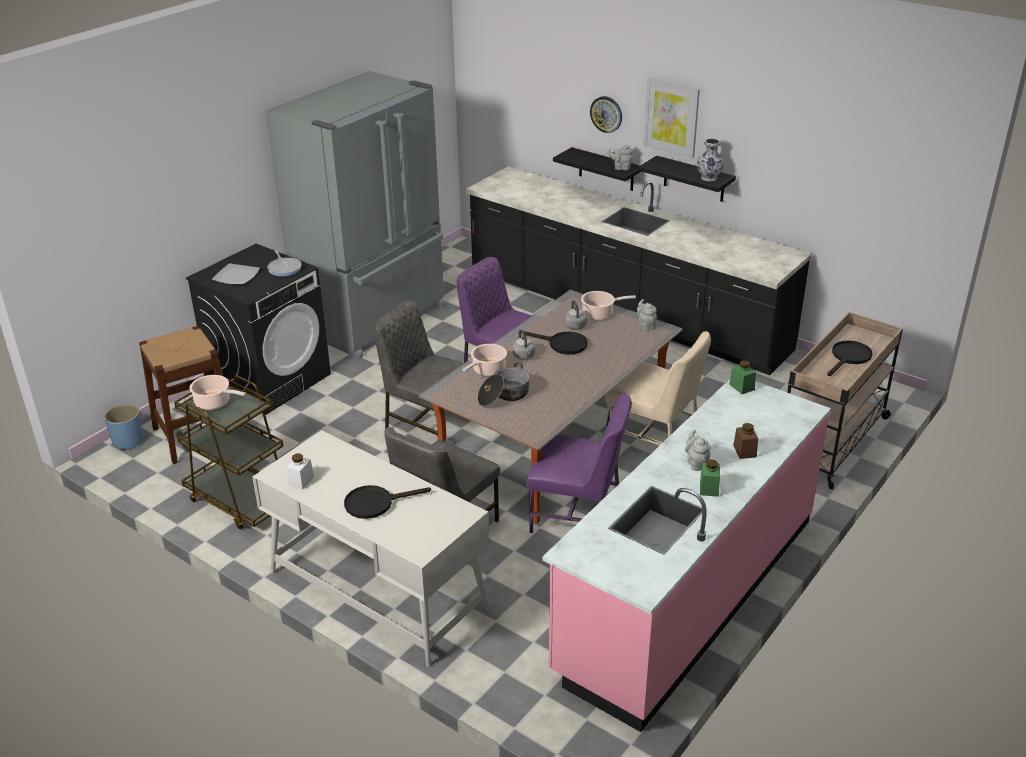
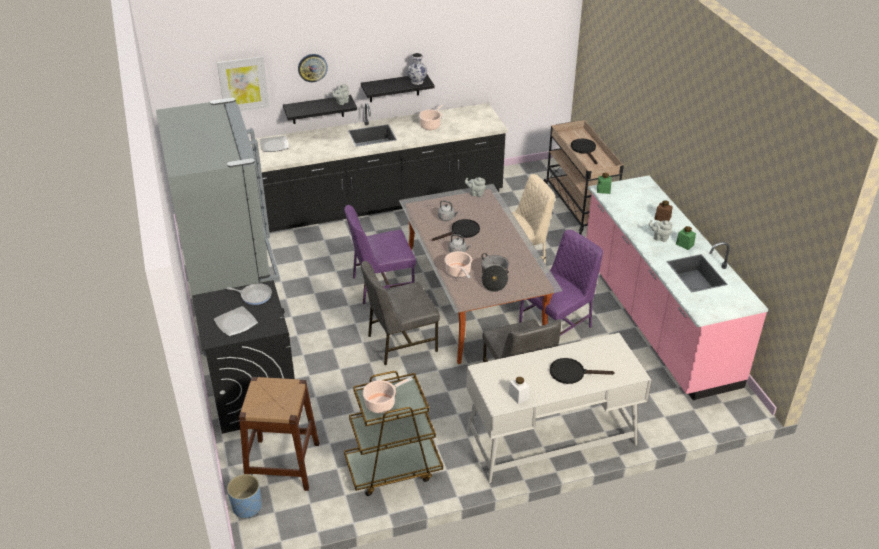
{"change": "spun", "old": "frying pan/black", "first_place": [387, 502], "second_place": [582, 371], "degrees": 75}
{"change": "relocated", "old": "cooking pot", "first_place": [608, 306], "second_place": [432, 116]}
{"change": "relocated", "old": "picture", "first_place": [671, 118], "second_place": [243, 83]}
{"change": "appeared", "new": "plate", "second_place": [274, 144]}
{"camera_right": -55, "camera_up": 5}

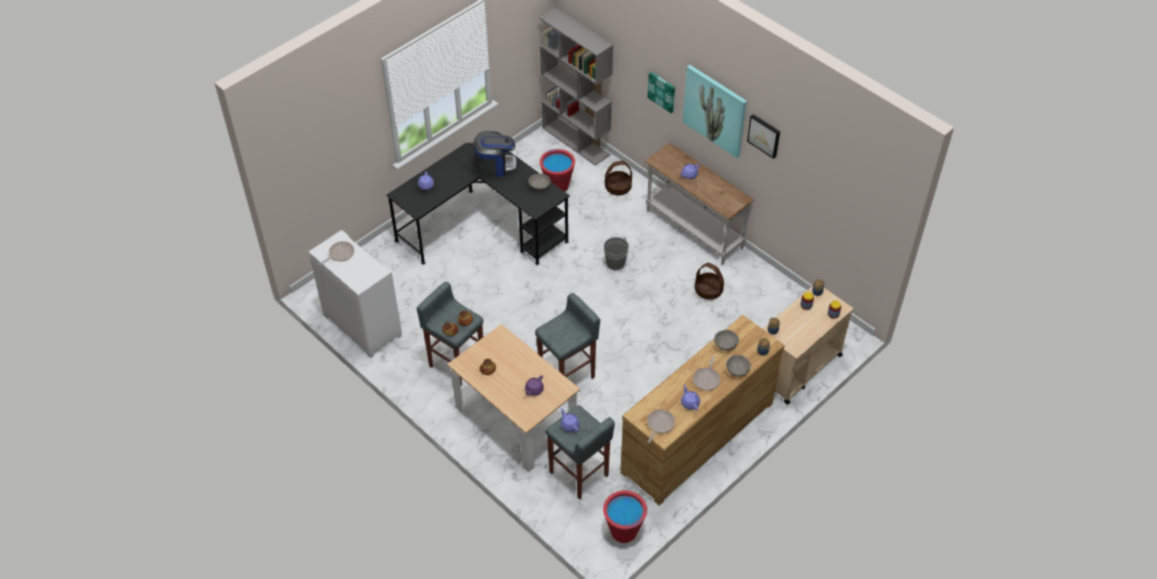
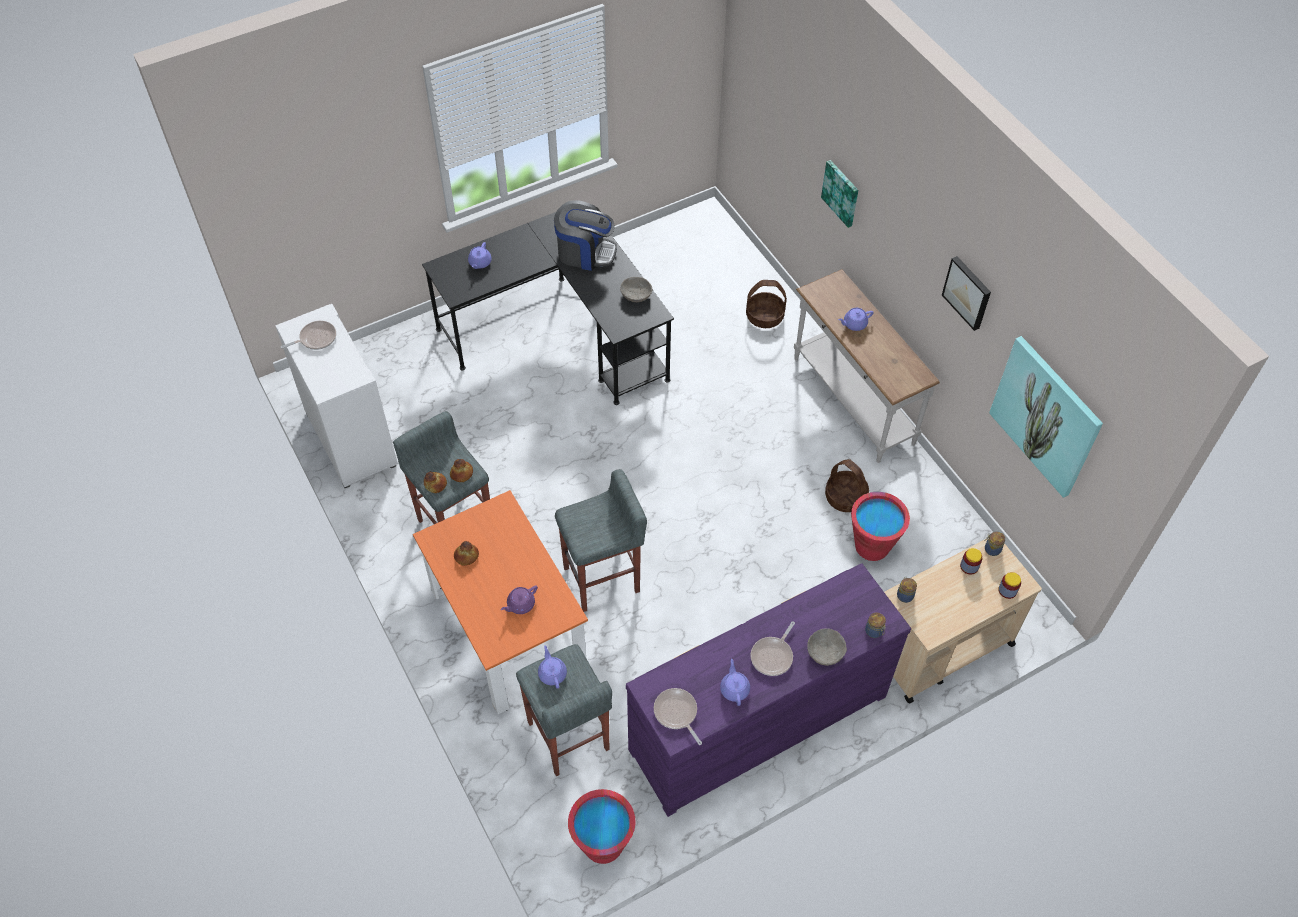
{"change": "colour", "old": "dining table/beige", "new": "dining table/orange", "first_place": [513, 398], "second_place": [500, 602]}
{"change": "missing", "old": "bookcase/grey", "first_place": [576, 87]}
{"change": "relocated", "old": "bucket/red", "first_place": [557, 170], "second_place": [880, 526]}
{"change": "missing", "old": "bucket/grey", "first_place": [616, 253]}
{"change": "colour", "old": "dresser/brown", "new": "dresser/purple", "first_place": [702, 410], "second_place": [768, 690]}
{"change": "spun", "old": "frying pan", "first_place": [661, 426], "second_place": [678, 716], "degrees": -75}
{"change": "relocated", "old": "picture", "first_place": [714, 111], "second_place": [1046, 417]}
{"change": "missing", "old": "bowl/grey", "first_place": [726, 340]}
{"camera_right": 15, "camera_up": 5}

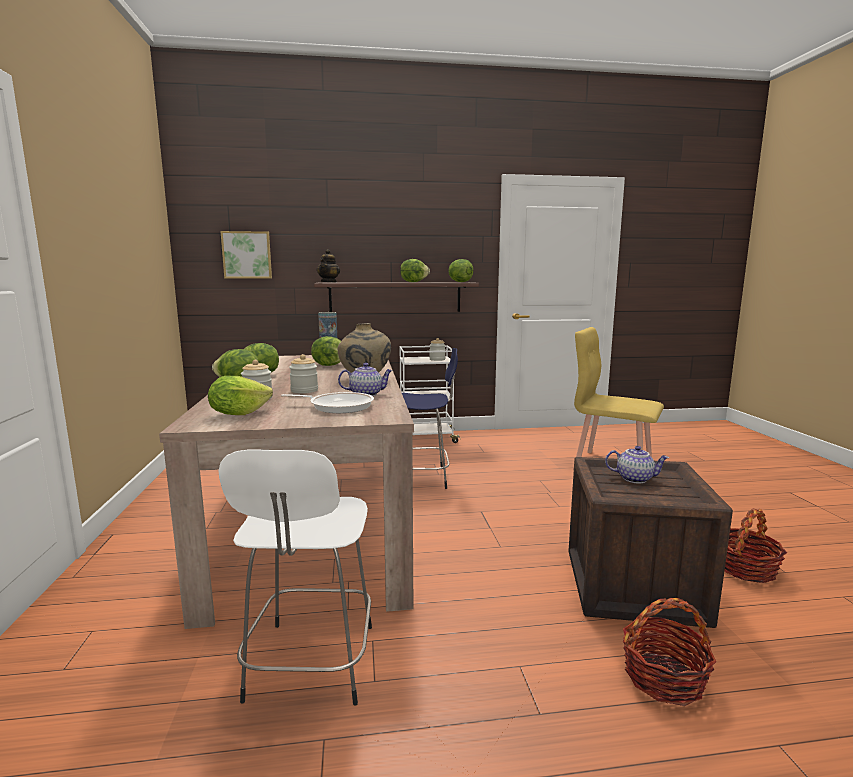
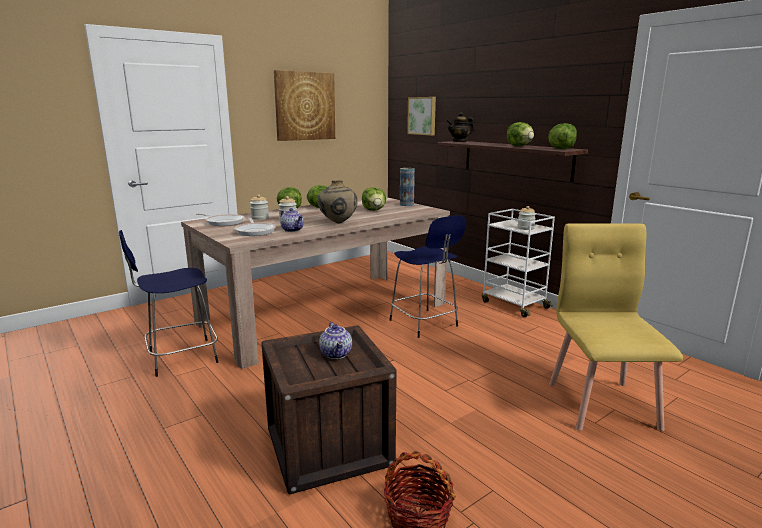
{"change": "exchanged", "old": "lettuce", "new": "frying pan", "first_place": [240, 395], "second_place": [220, 219]}
{"change": "colour", "old": "stool/white", "new": "stool/blue", "first_place": [295, 577], "second_place": [168, 303]}
{"change": "missing", "old": "basket", "first_place": [670, 652]}
{"change": "appeared", "new": "picture", "second_place": [304, 105]}
{"camera_right": 60, "camera_up": 5}

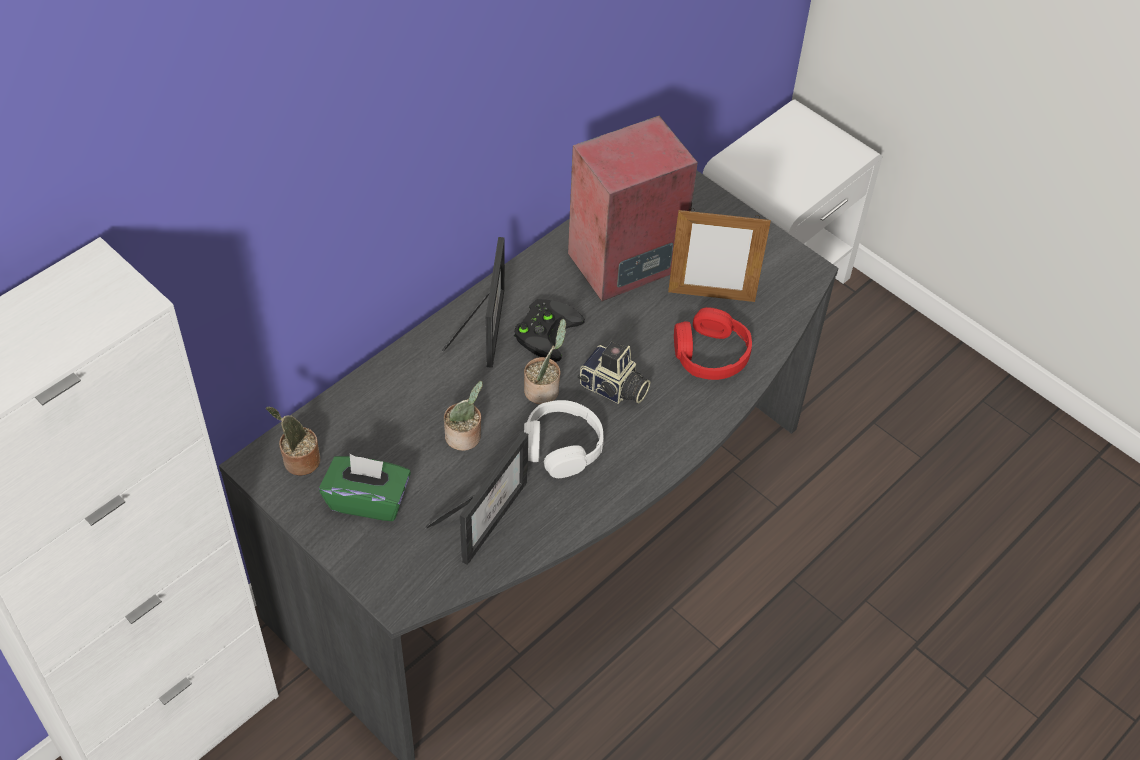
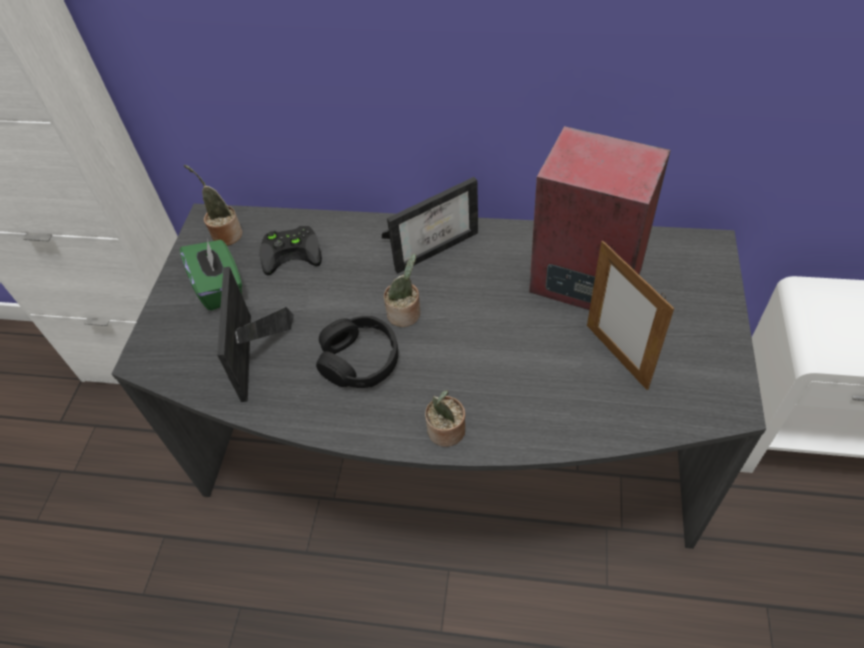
{"change": "spun", "old": "picture frame", "first_place": [476, 498], "second_place": [255, 334], "degrees": 90}
{"change": "relocated", "old": "potted plant", "first_place": [463, 416], "second_place": [445, 418]}
{"change": "relocated", "old": "game controller/black", "first_place": [549, 330], "second_place": [291, 251]}
{"change": "colour", "old": "headphones/white", "new": "headphones/black", "first_place": [564, 439], "second_place": [357, 352]}
{"change": "missing", "old": "photo camera", "first_place": [613, 372]}
{"change": "missing", "old": "headphones/red", "first_place": [713, 343]}
{"camera_right": 60, "camera_up": 0}

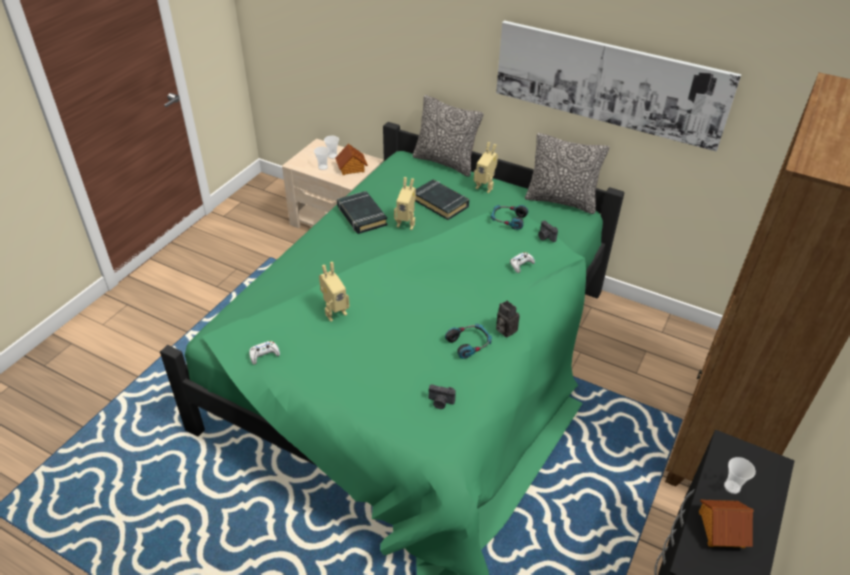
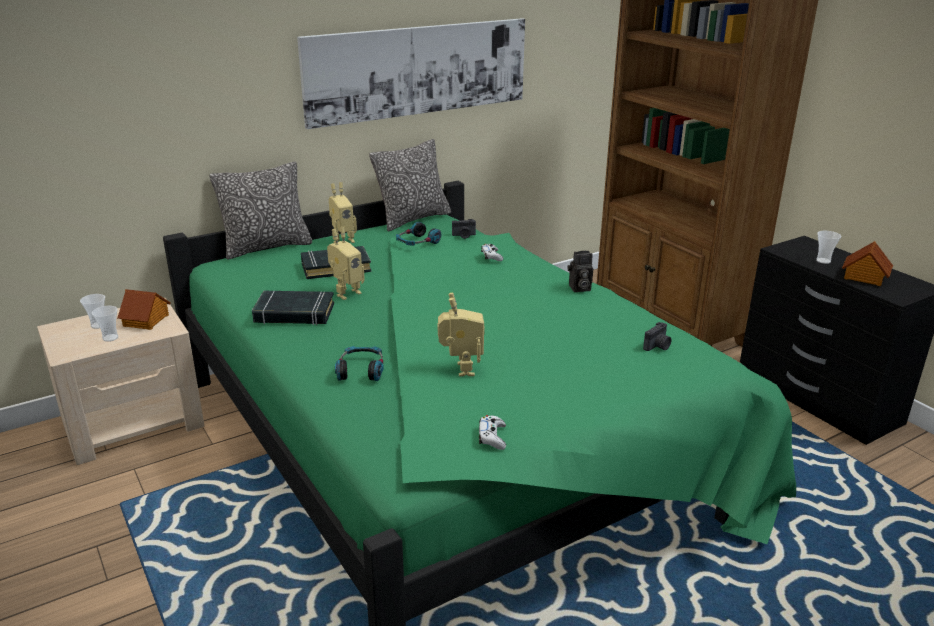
{"change": "relocated", "old": "headphones", "first_place": [468, 341], "second_place": [359, 363]}
{"camera_right": -60, "camera_up": -15}

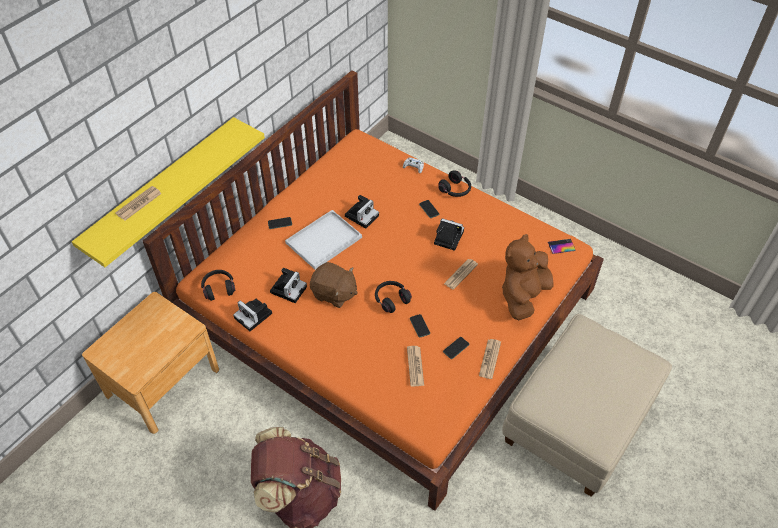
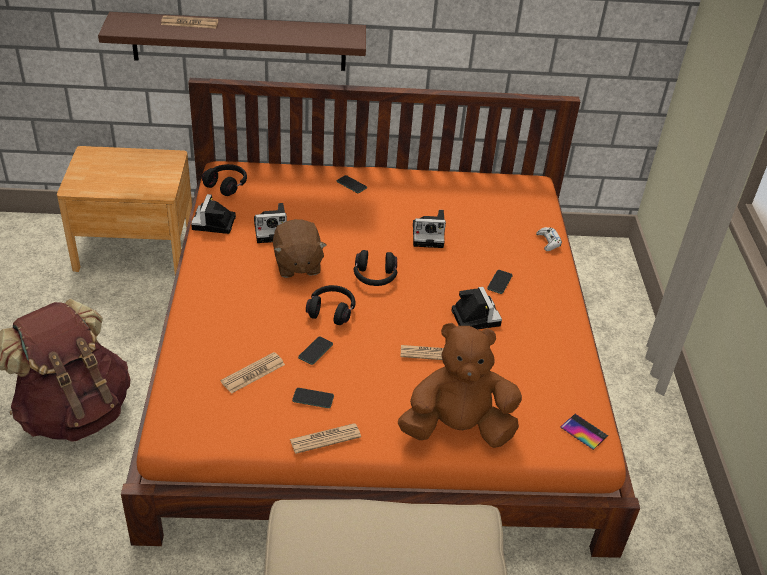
{"change": "colour", "old": "shelf/yellow", "new": "shelf/brown", "first_place": [168, 192], "second_place": [232, 41]}
{"change": "missing", "old": "tray/white", "first_place": [323, 240]}
{"change": "relocated", "old": "headphones/black", "first_place": [454, 183], "second_place": [375, 268]}
{"camera_right": 50, "camera_up": -10}

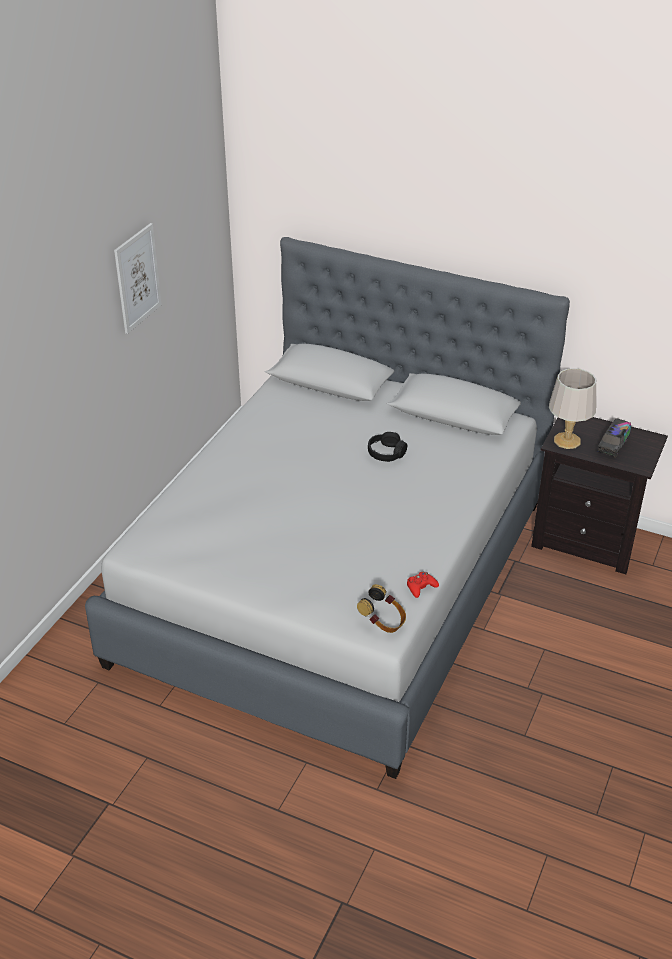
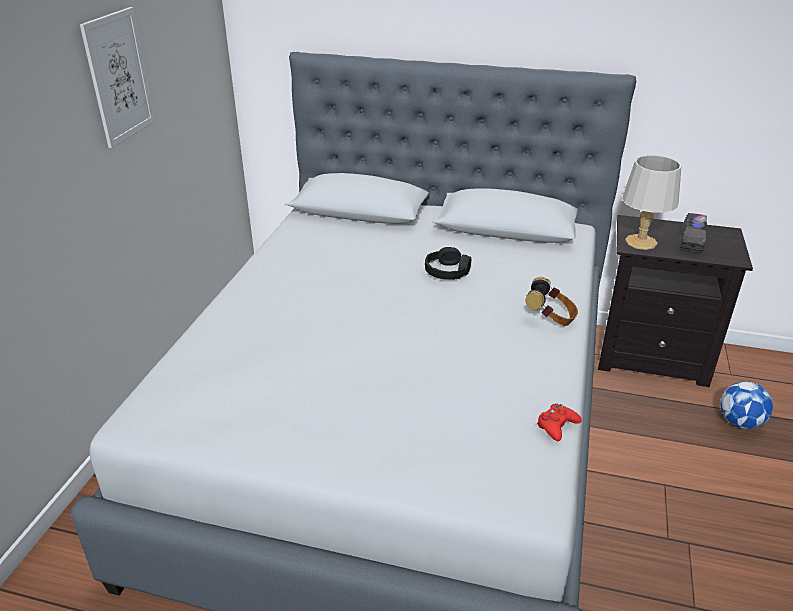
{"change": "relocated", "old": "headphones", "first_place": [381, 608], "second_place": [551, 301]}
{"change": "appeared", "new": "football", "second_place": [747, 405]}
{"camera_right": -10, "camera_up": -5}

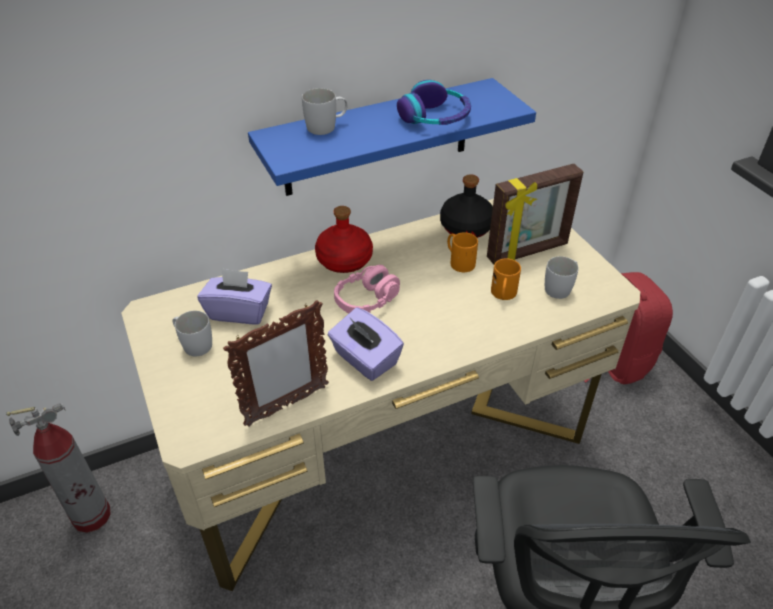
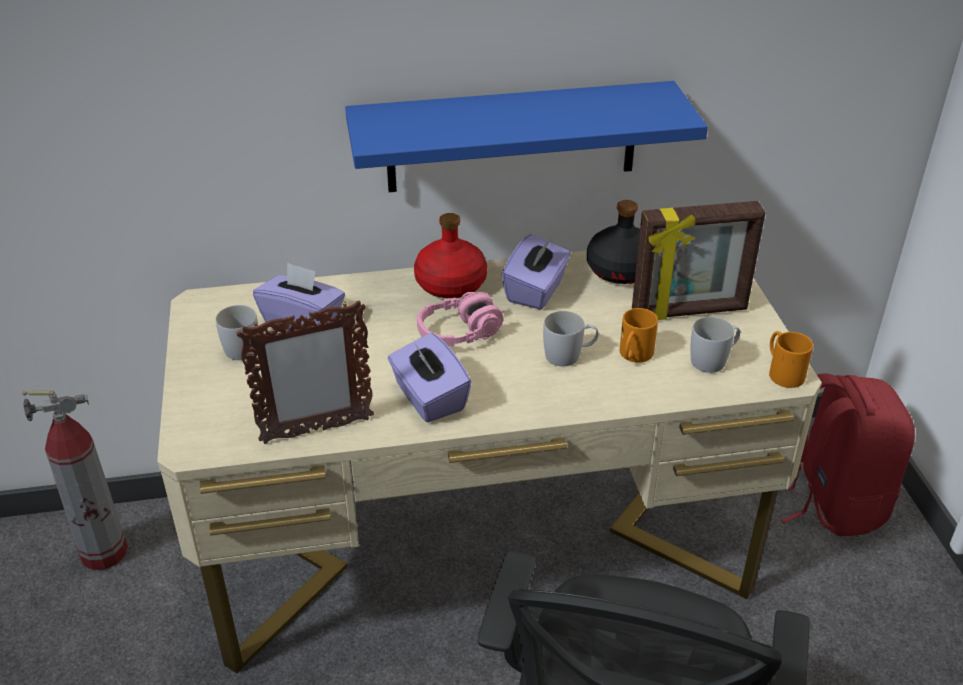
{"change": "relocated", "old": "mug/white", "first_place": [324, 111], "second_place": [570, 338]}
{"change": "missing", "old": "headphones", "first_place": [434, 102]}
{"change": "relocated", "old": "mug/orange", "first_place": [462, 252], "second_place": [791, 359]}
{"change": "appeared", "new": "tissue box/purple", "second_place": [536, 272]}
{"camera_right": 15, "camera_up": -5}

